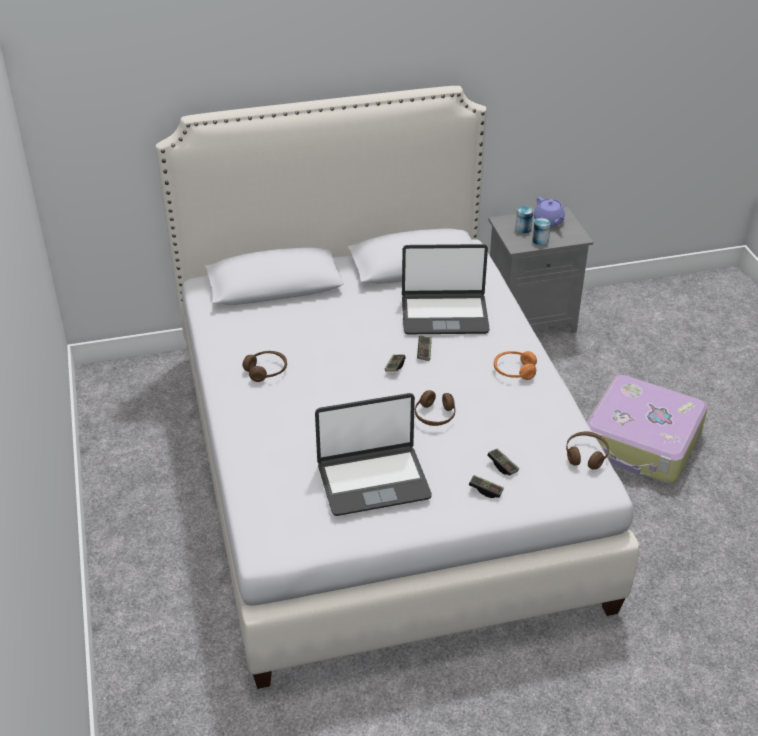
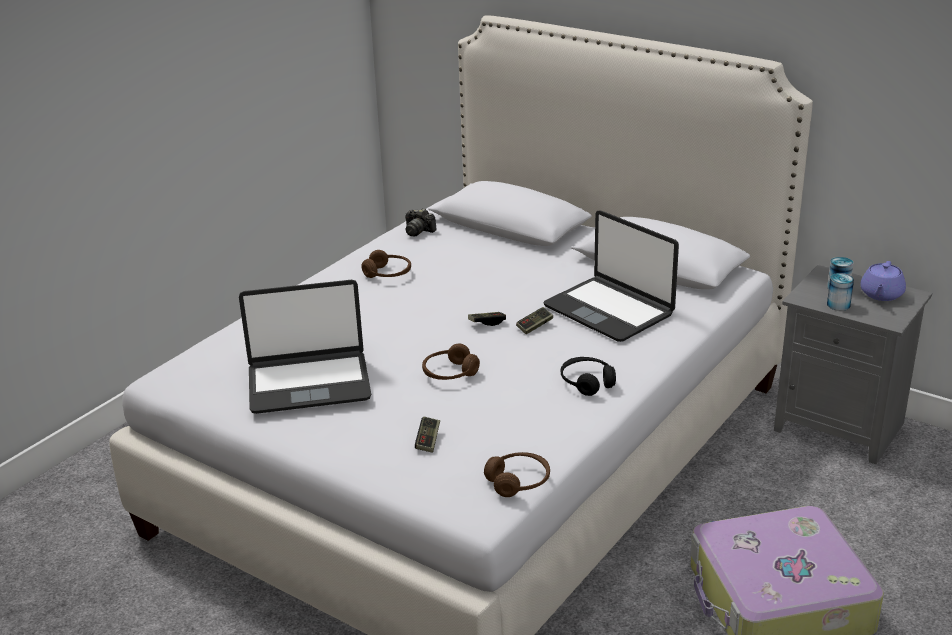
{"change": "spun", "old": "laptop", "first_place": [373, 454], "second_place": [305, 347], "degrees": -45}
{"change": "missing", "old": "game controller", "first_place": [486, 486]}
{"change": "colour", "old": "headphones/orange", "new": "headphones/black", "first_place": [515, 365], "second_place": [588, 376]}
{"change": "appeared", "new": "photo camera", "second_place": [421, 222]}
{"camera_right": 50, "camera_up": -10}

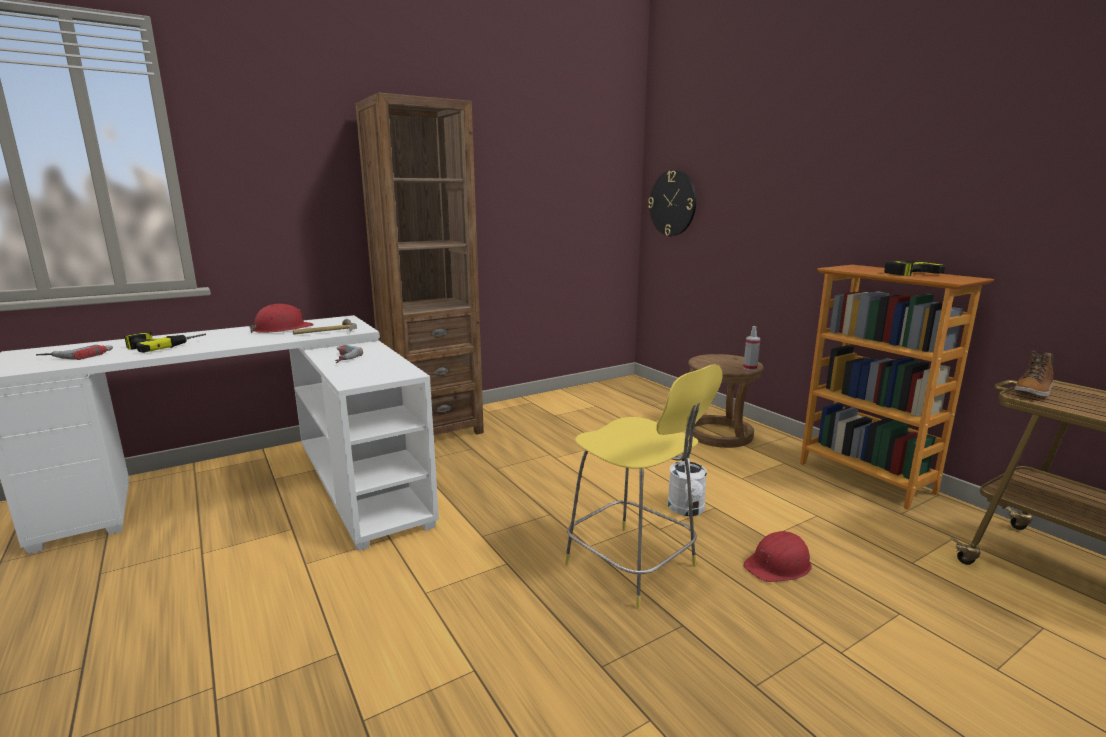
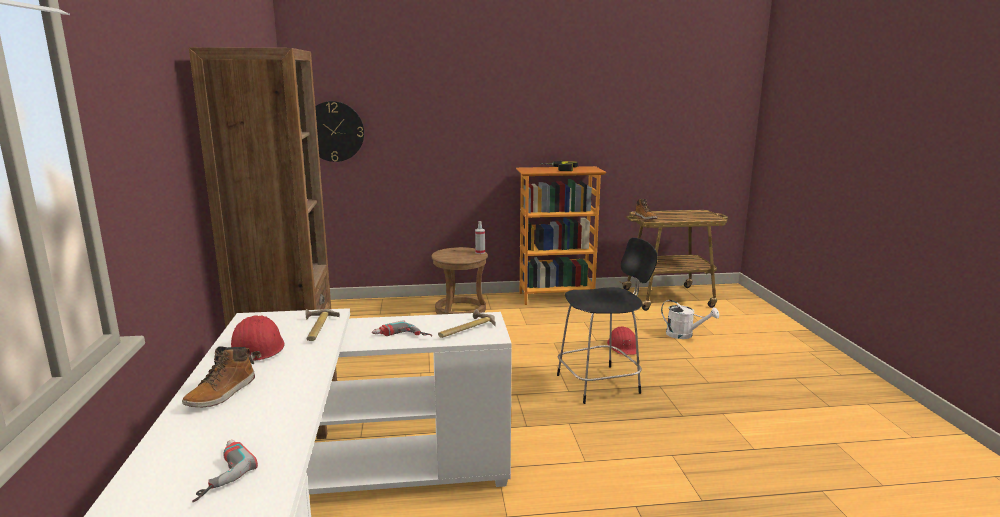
{"change": "missing", "old": "power drill", "first_place": [165, 342]}
{"change": "colour", "old": "stool/yellow", "new": "stool/black", "first_place": [644, 486], "second_place": [607, 321]}
{"change": "relocated", "old": "watering can/white", "first_place": [687, 485], "second_place": [690, 319]}
{"change": "appeared", "new": "boot", "second_place": [218, 377]}
{"change": "appeared", "new": "hammer", "second_place": [467, 323]}
{"camera_right": -65, "camera_up": 0}

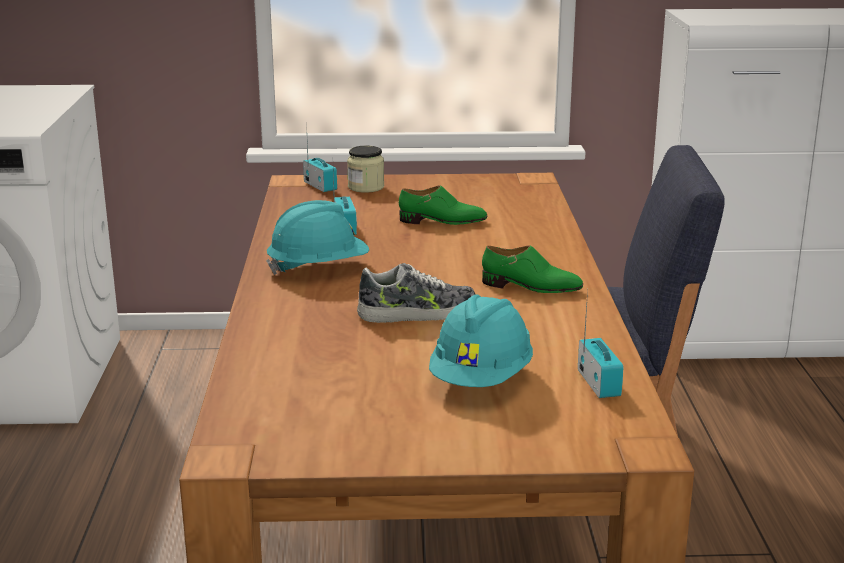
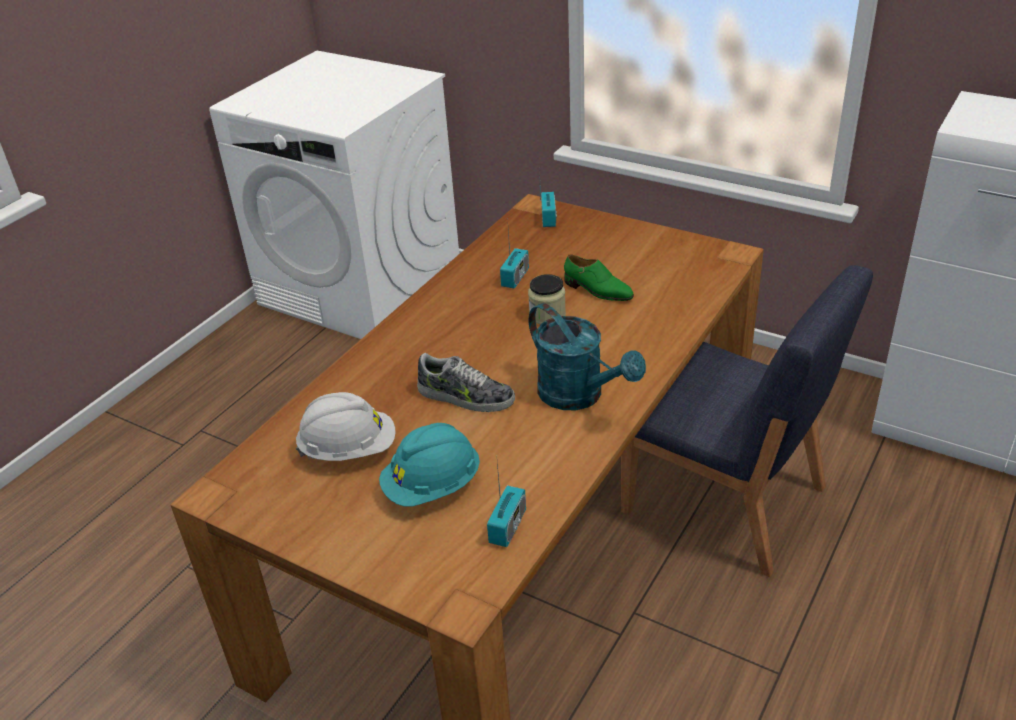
{"change": "missing", "old": "hard hat/turquoise", "first_place": [317, 237]}
{"change": "relocated", "old": "jar", "first_place": [365, 169], "second_place": [547, 299]}
{"change": "exchanged", "old": "shoe/green", "new": "watering can/turquoise", "first_place": [532, 269], "second_place": [587, 356]}
{"change": "appeared", "new": "hard hat/white", "second_place": [345, 426]}
{"camera_right": 35, "camera_up": 15}

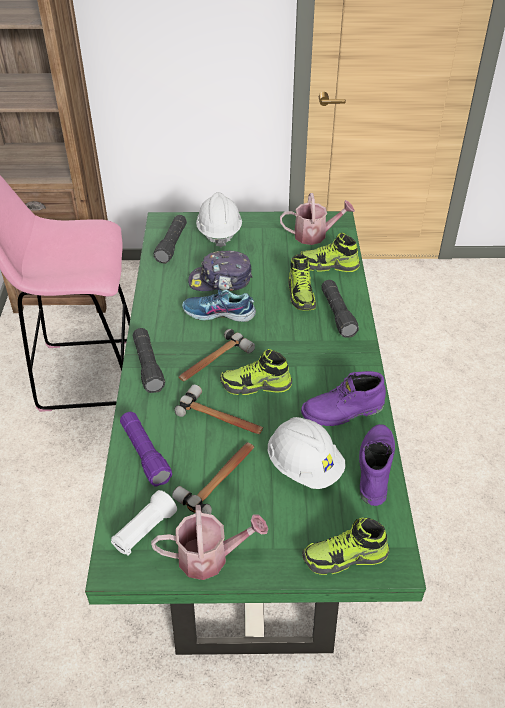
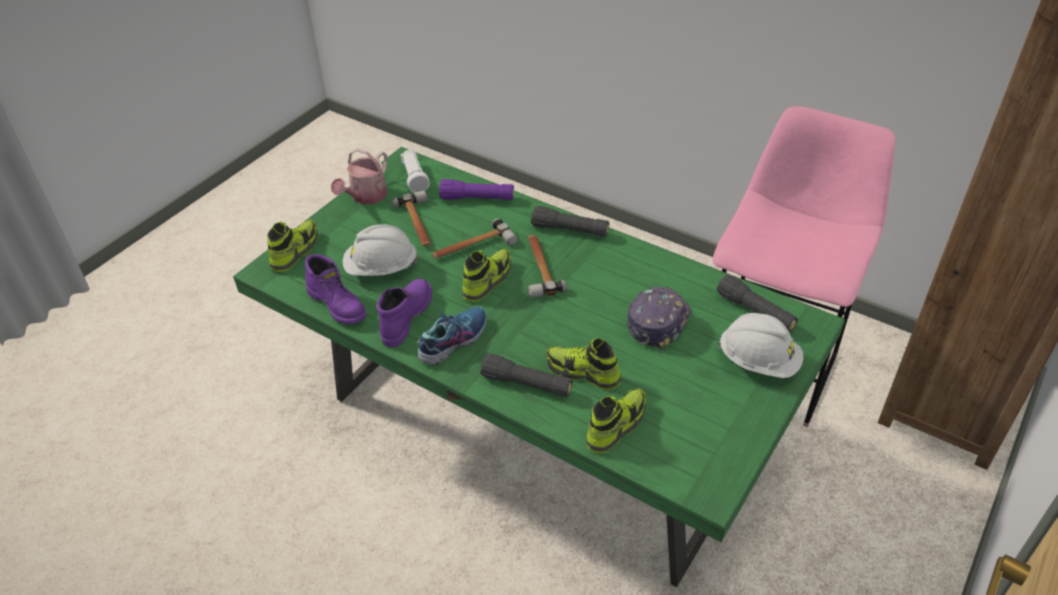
{"change": "relocated", "old": "shoe", "first_place": [219, 305], "second_place": [451, 336]}
{"change": "missing", "old": "watering can", "first_place": [317, 219]}
{"camera_right": 125, "camera_up": 0}

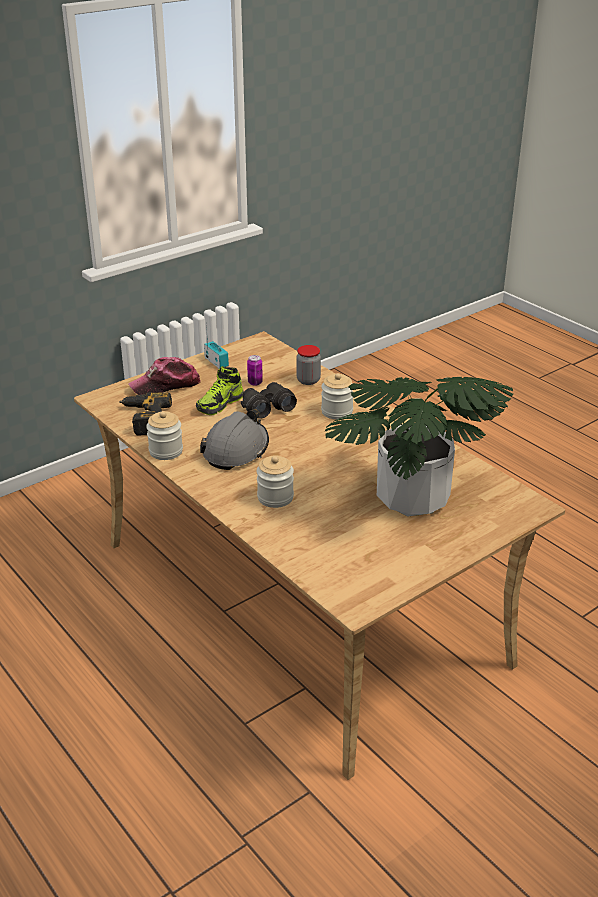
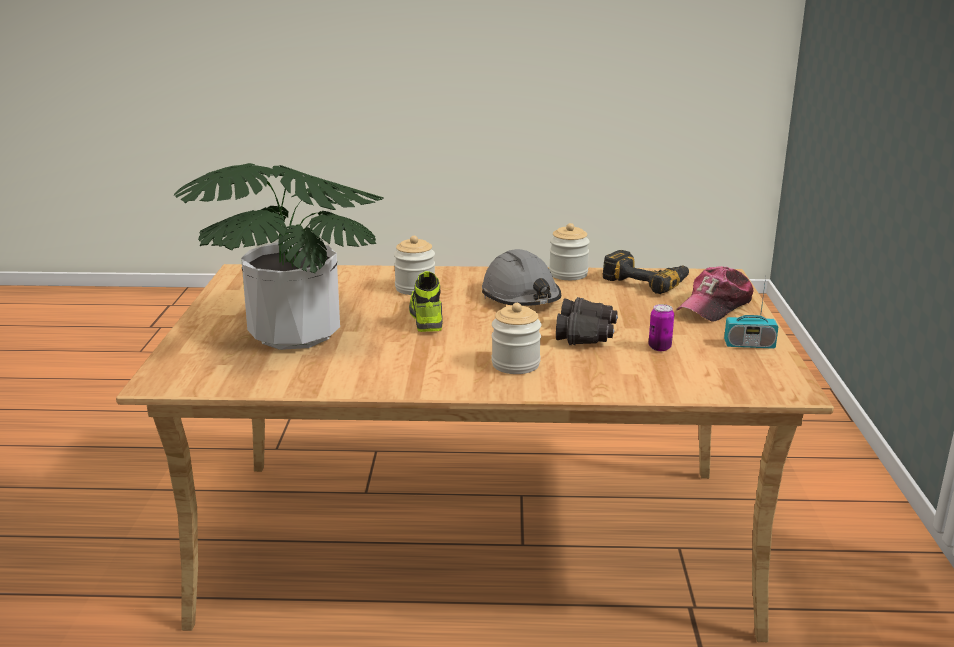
{"change": "spun", "old": "cap", "first_place": [164, 376], "second_place": [714, 294], "degrees": -150}
{"change": "relocated", "old": "shoe", "first_place": [220, 390], "second_place": [426, 301]}
{"change": "missing", "old": "jar", "first_place": [308, 365]}
{"camera_right": 130, "camera_up": -10}

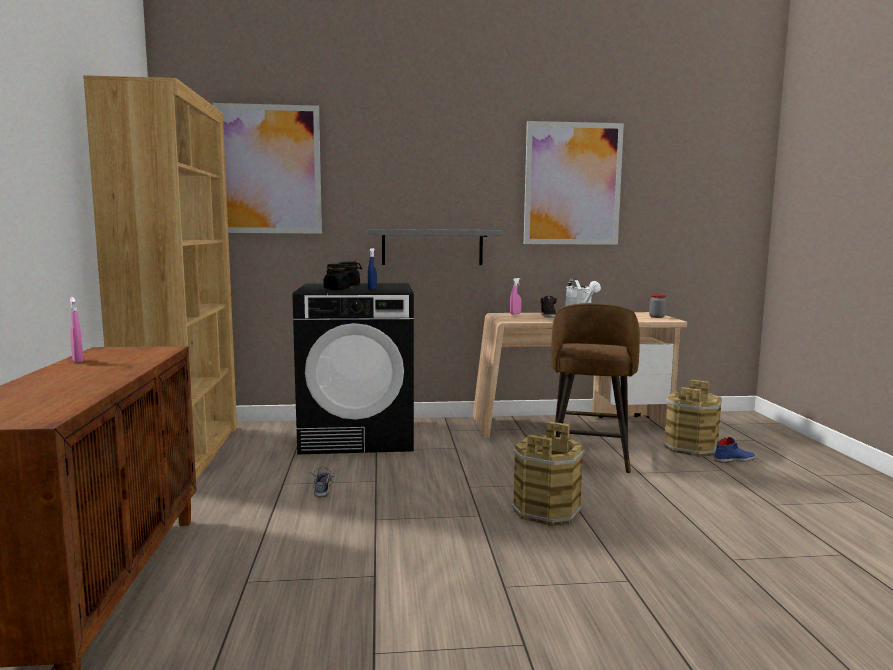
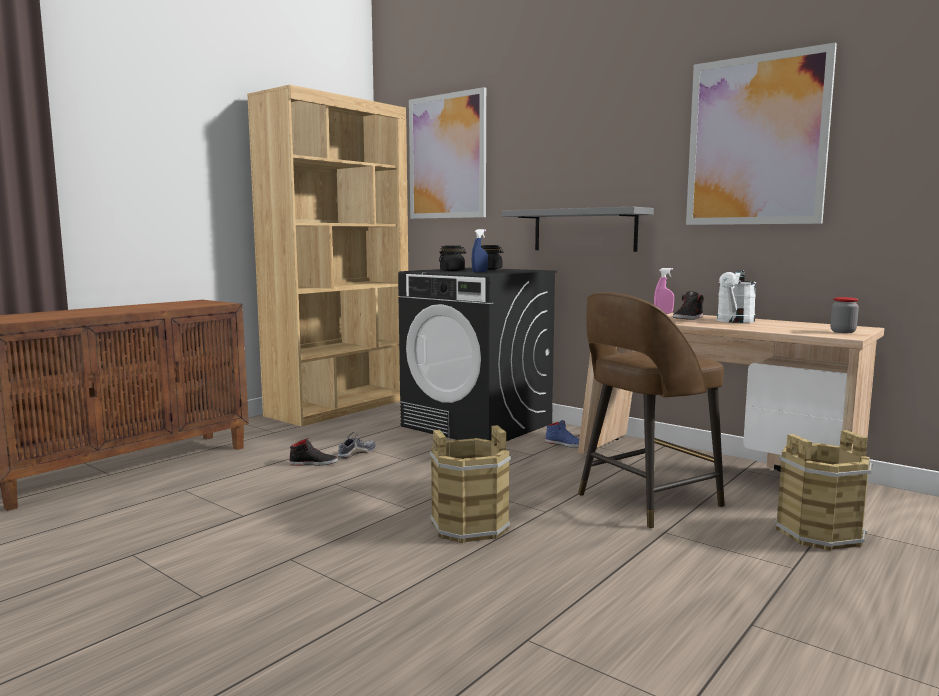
{"change": "missing", "old": "spray bottle/pink", "first_place": [77, 330]}
{"change": "relocated", "old": "shoe/blue", "first_place": [734, 449], "second_place": [562, 434]}
{"change": "appeared", "new": "shoe/black", "second_place": [313, 452]}
{"camera_right": 45, "camera_up": 0}

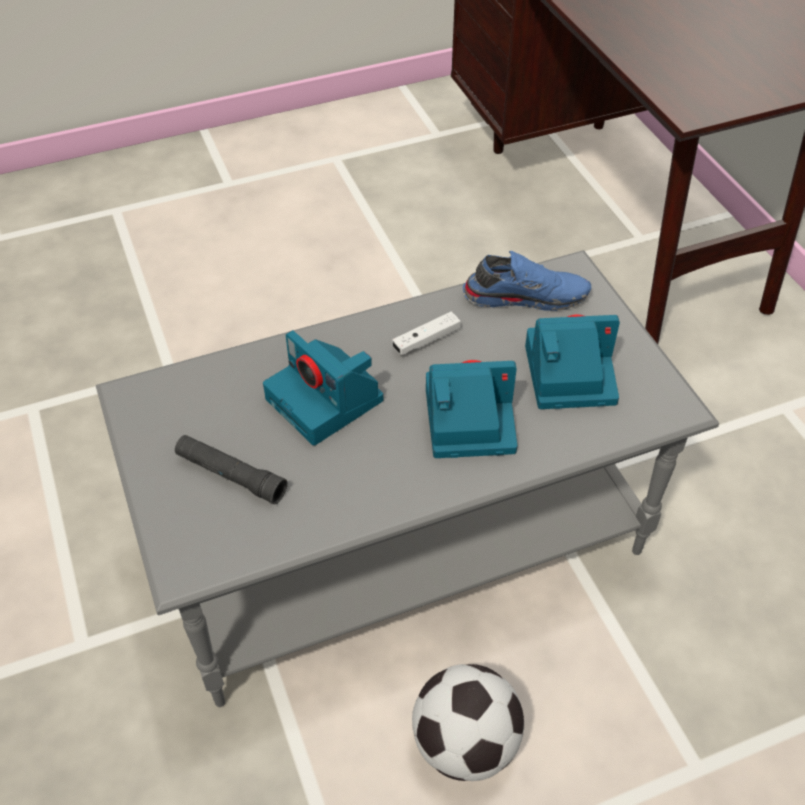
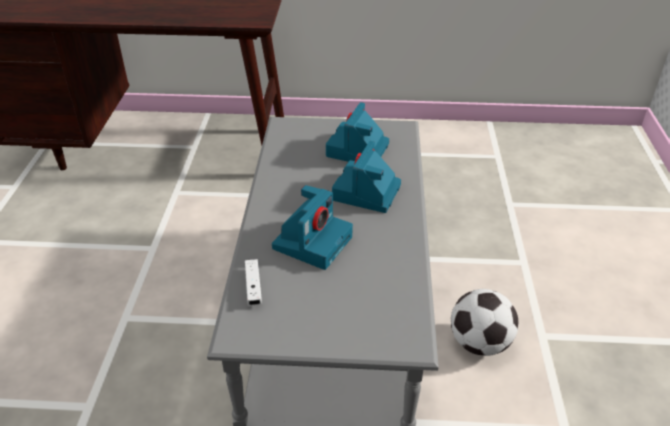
{"change": "missing", "old": "flashlight/black", "first_place": [231, 469]}
{"change": "spun", "old": "photo camera", "first_place": [323, 388], "second_place": [312, 227], "degrees": -45}
{"change": "relocated", "old": "game controller/white", "first_place": [426, 333], "second_place": [253, 282]}
{"change": "missing", "old": "shoe/blue", "first_place": [527, 281]}
{"camera_right": -65, "camera_up": -10}

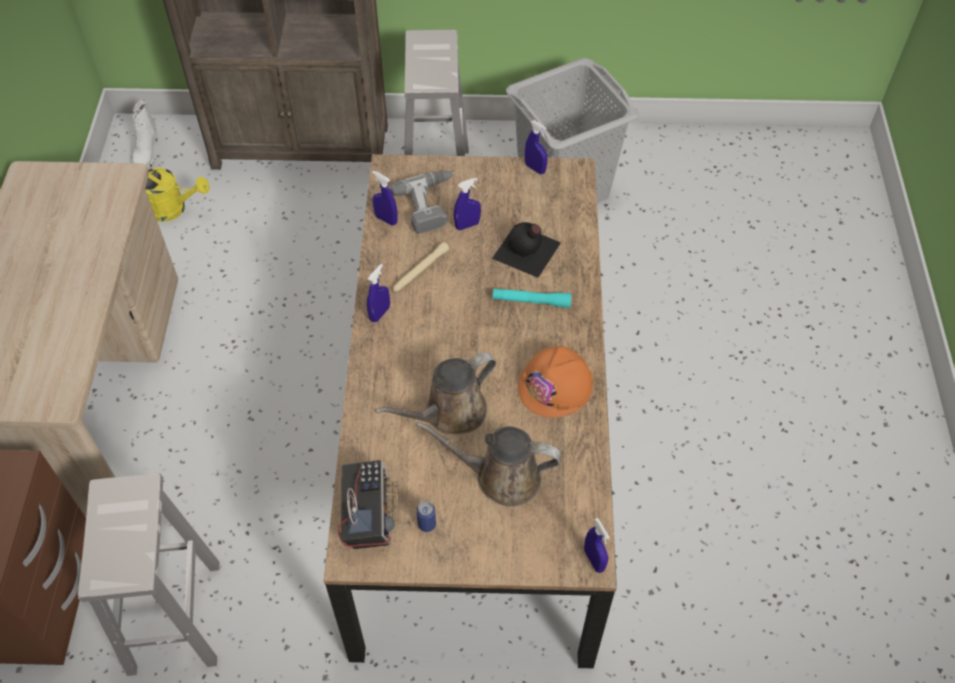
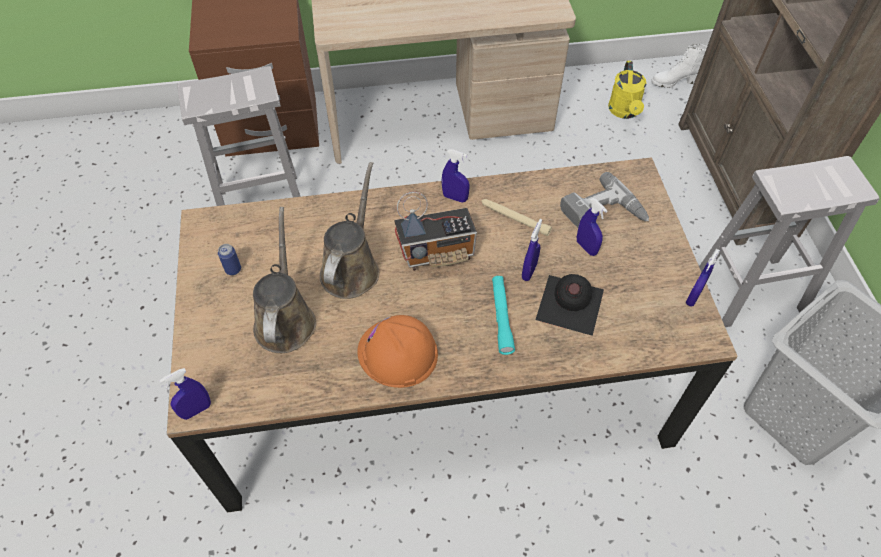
{"change": "relocated", "old": "radio", "first_place": [368, 504], "second_place": [435, 231]}
{"change": "relocated", "old": "spray bottle/blue", "first_place": [385, 198], "second_place": [532, 250]}
{"change": "spun", "old": "watering can/brown", "first_place": [435, 393], "second_place": [350, 230], "degrees": 60}
{"camera_right": 80, "camera_up": 0}

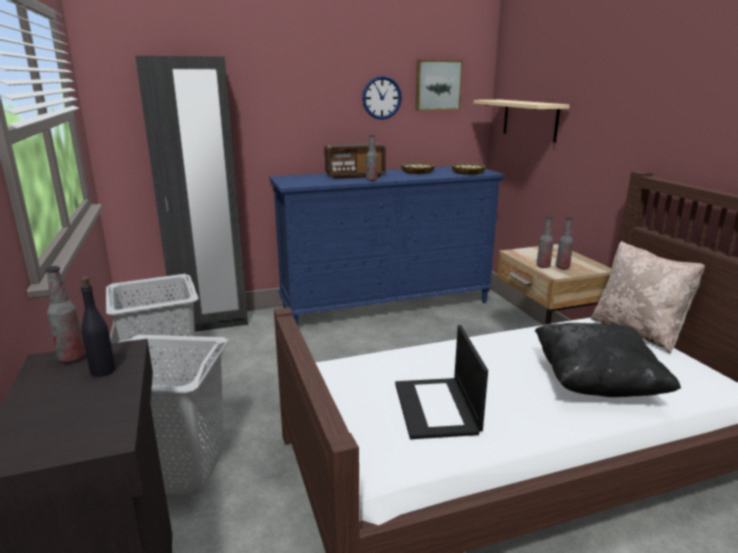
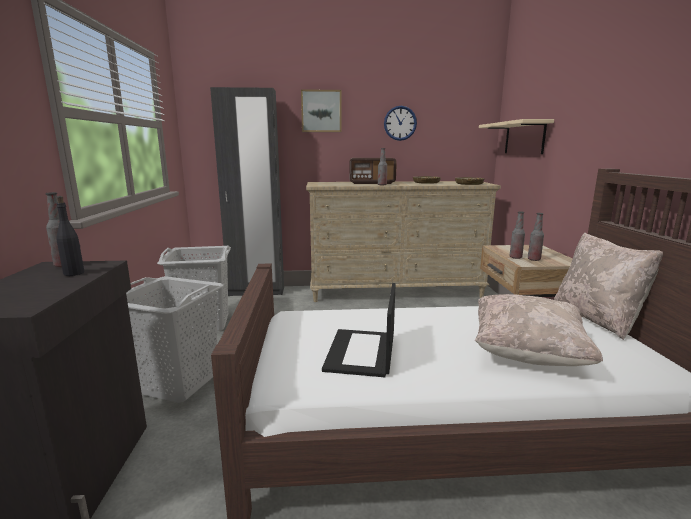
{"change": "colour", "old": "dresser/blue", "new": "dresser/beige", "first_place": [387, 246], "second_place": [403, 241]}
{"change": "relocated", "old": "picture", "first_place": [439, 85], "second_place": [321, 110]}
{"change": "colour", "old": "pillow/black", "new": "pillow/beige", "first_place": [608, 360], "second_place": [539, 330]}
{"camera_right": 15, "camera_up": -5}

